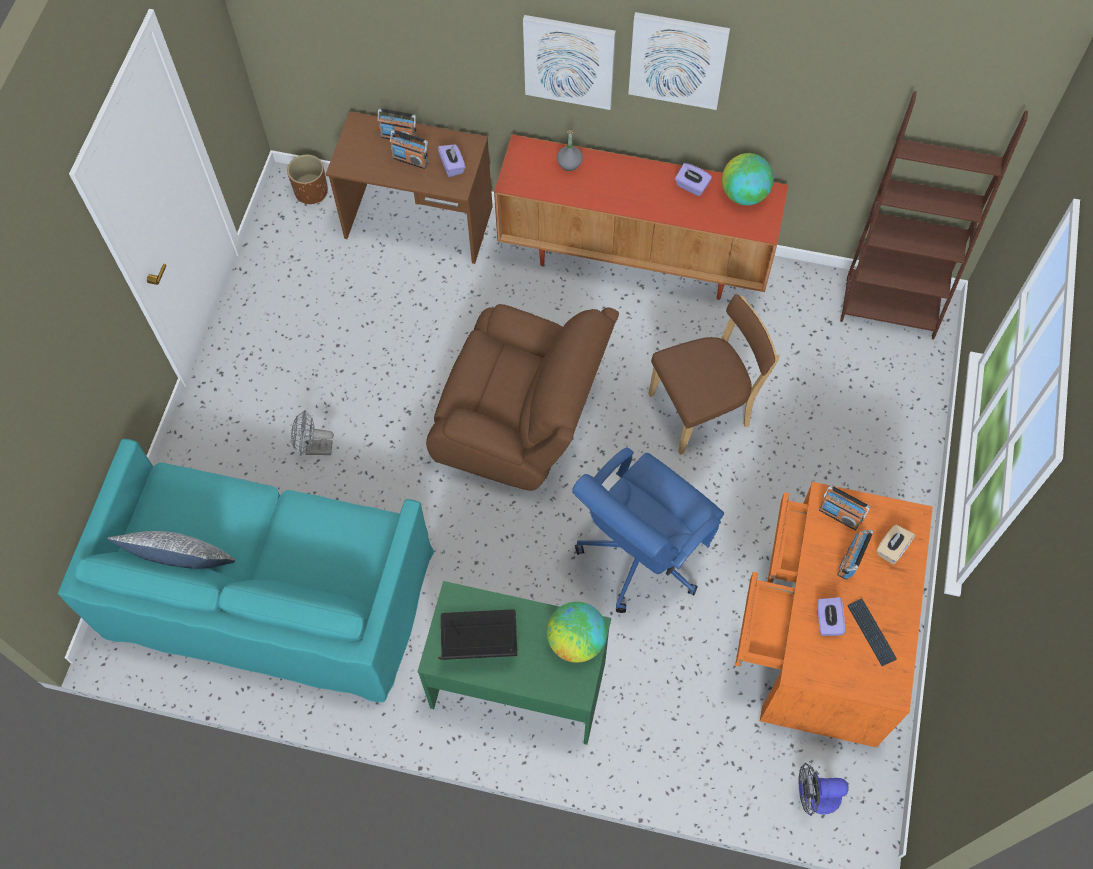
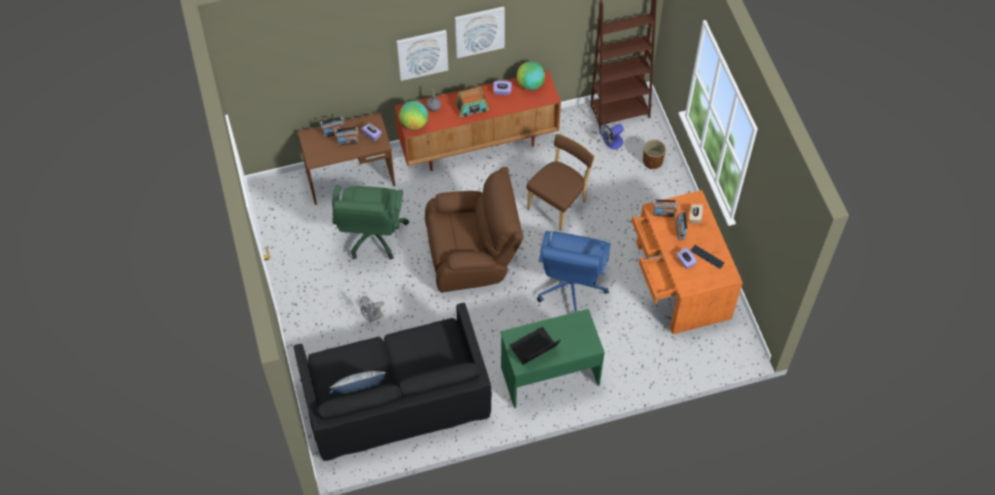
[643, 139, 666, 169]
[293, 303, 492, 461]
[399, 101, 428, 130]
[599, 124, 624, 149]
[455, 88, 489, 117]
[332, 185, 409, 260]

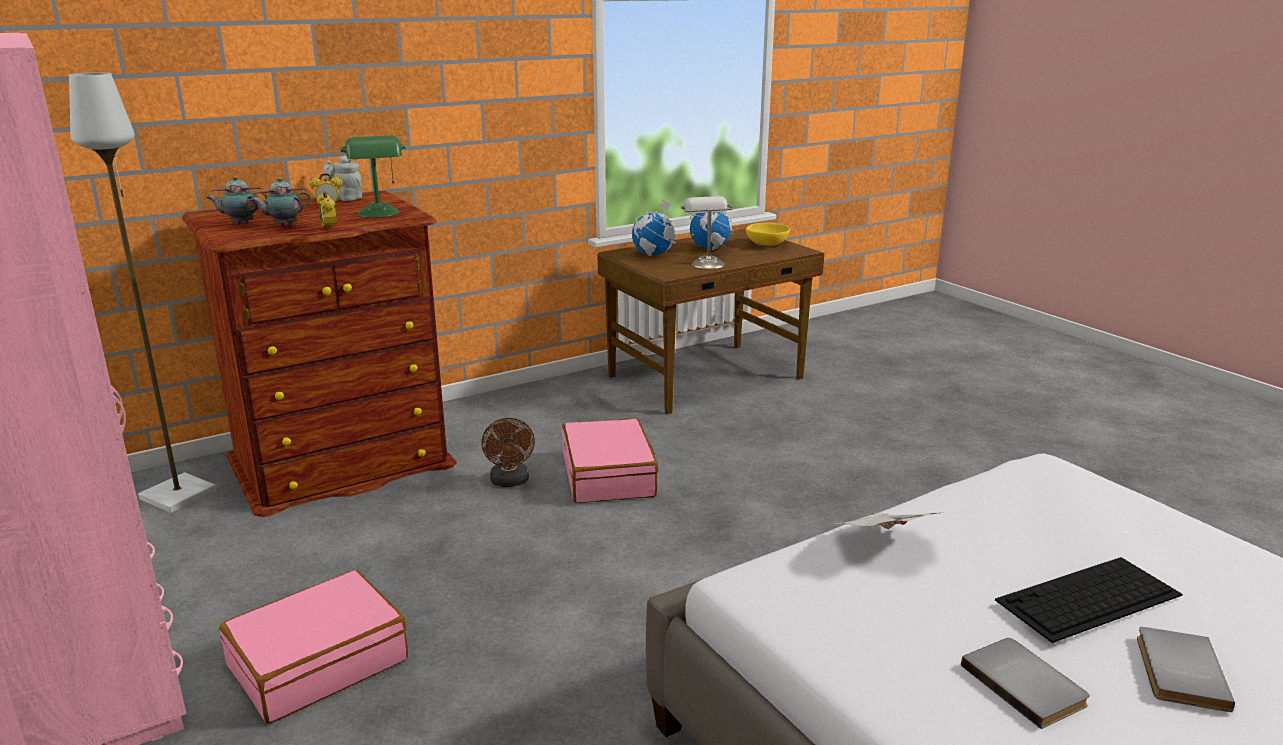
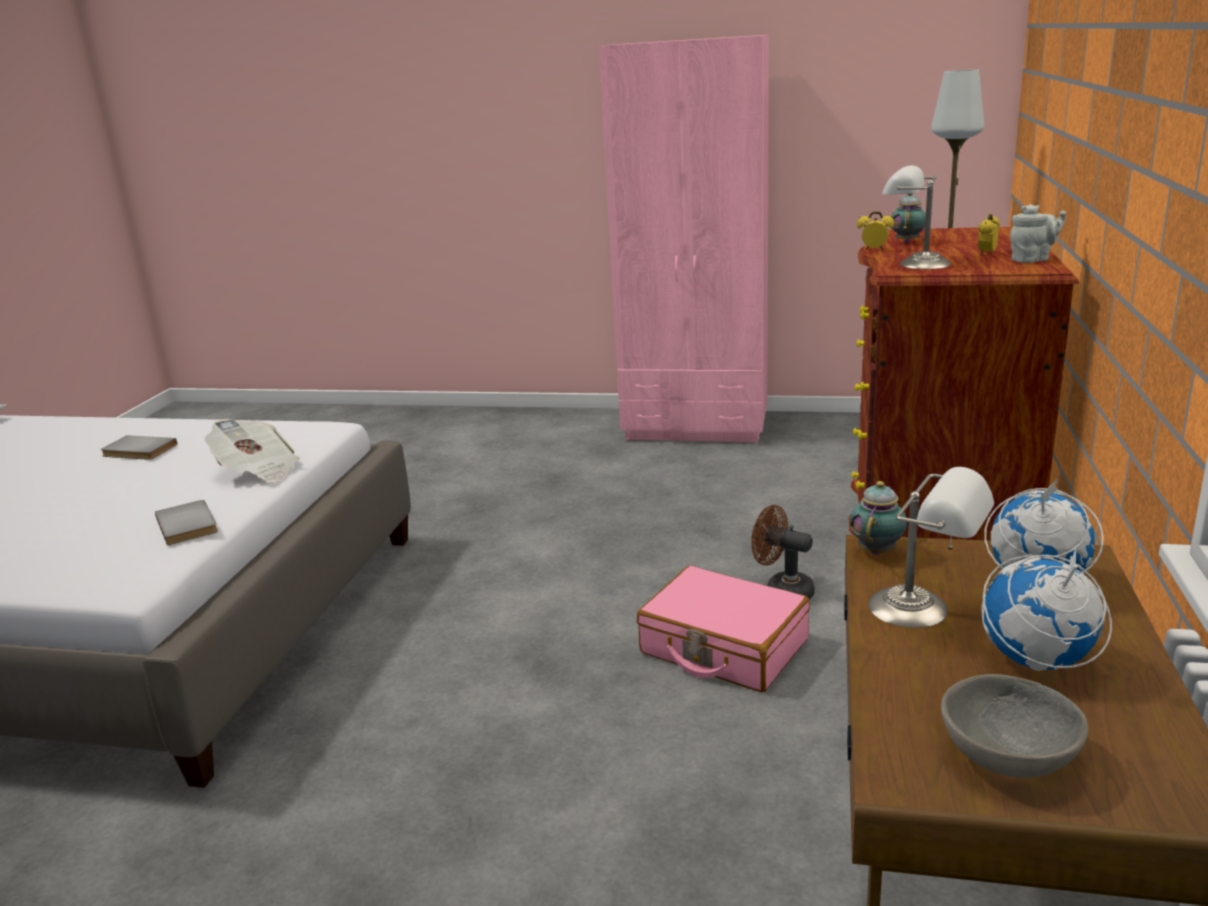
[882, 165, 951, 269]
[850, 481, 907, 555]
[941, 674, 1088, 778]
[995, 557, 1182, 643] (first image)
[219, 570, 408, 724] (first image)
[155, 500, 218, 546]

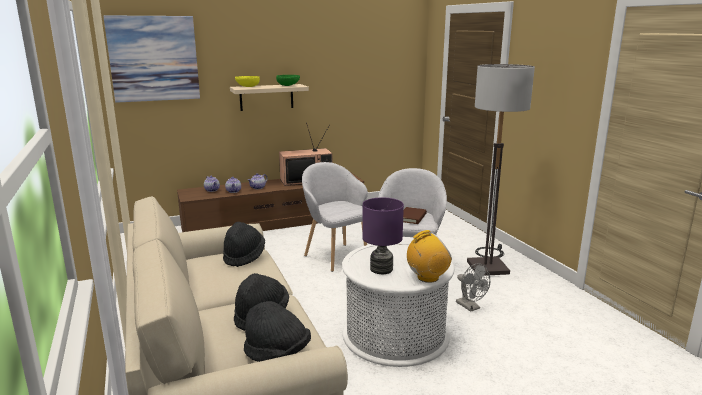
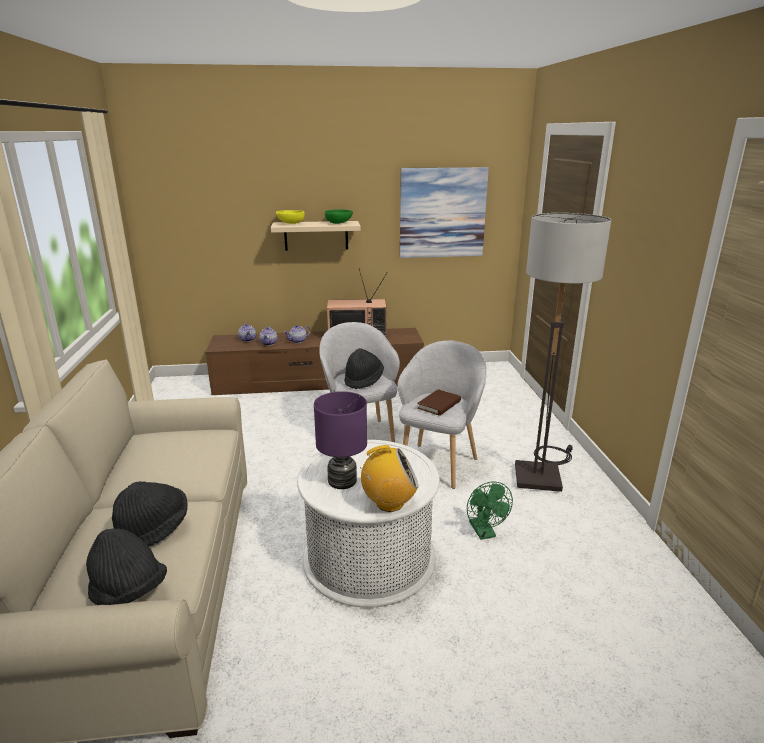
[400, 167, 489, 258]
[344, 348, 384, 389]
[467, 481, 513, 540]

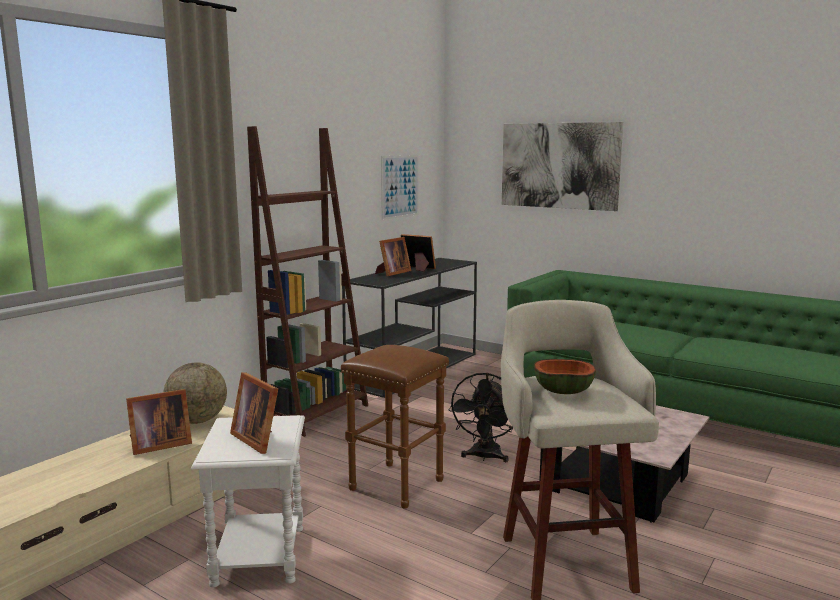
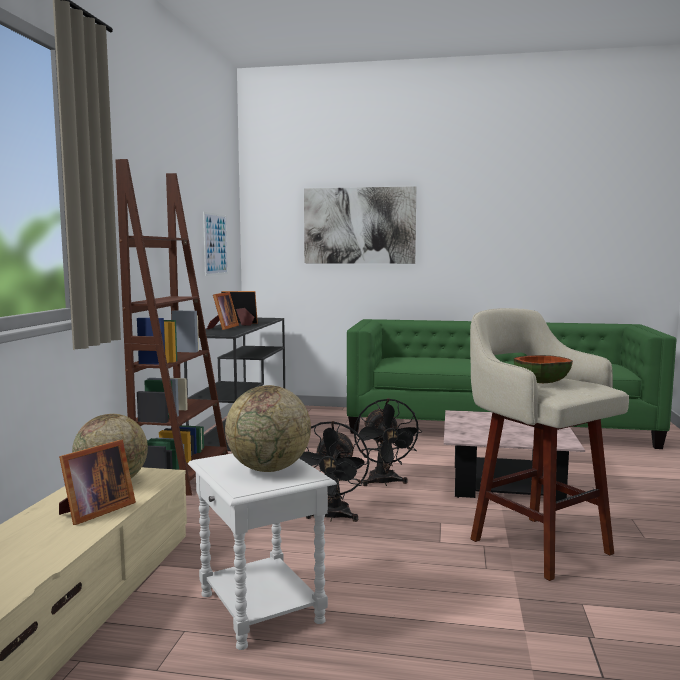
[299, 421, 369, 522]
[225, 385, 311, 472]

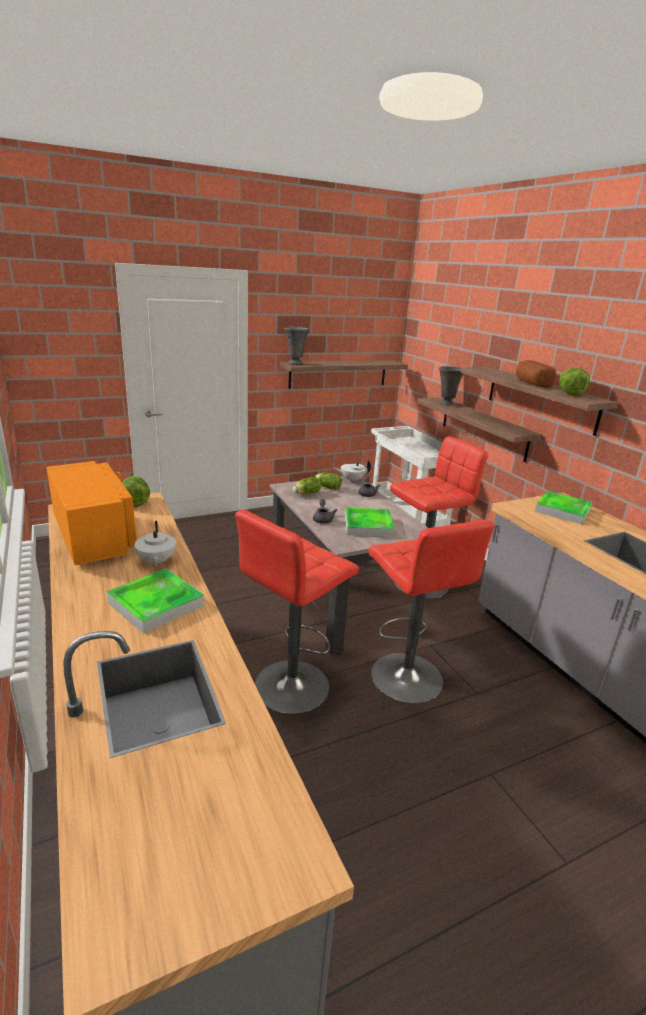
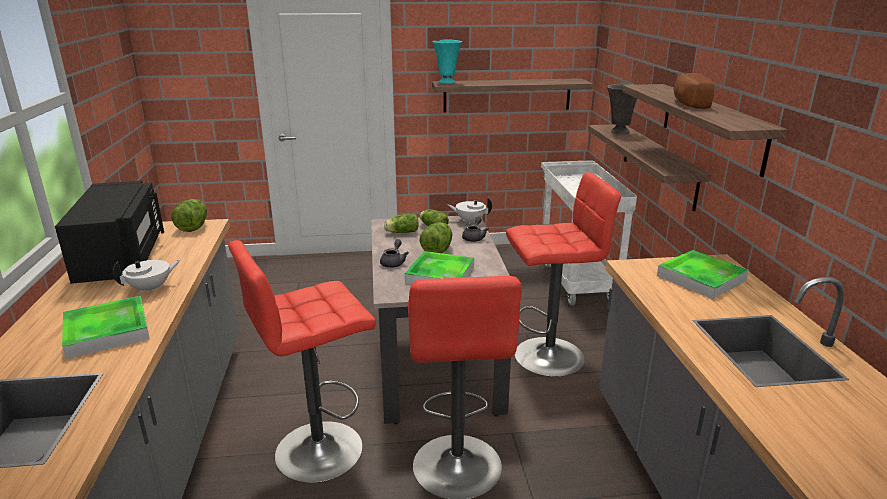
[433, 39, 462, 84]
[420, 222, 452, 253]
[55, 181, 164, 284]
[112, 260, 181, 293]

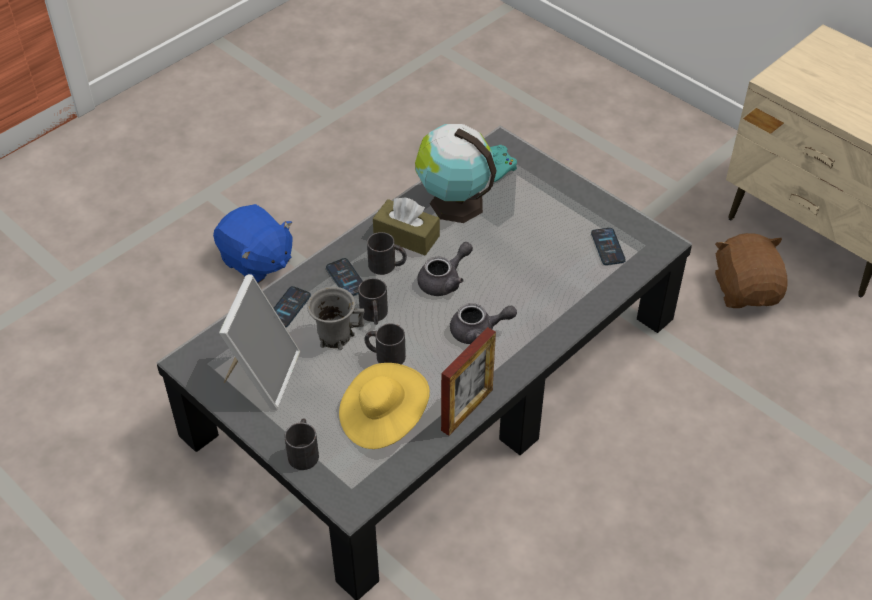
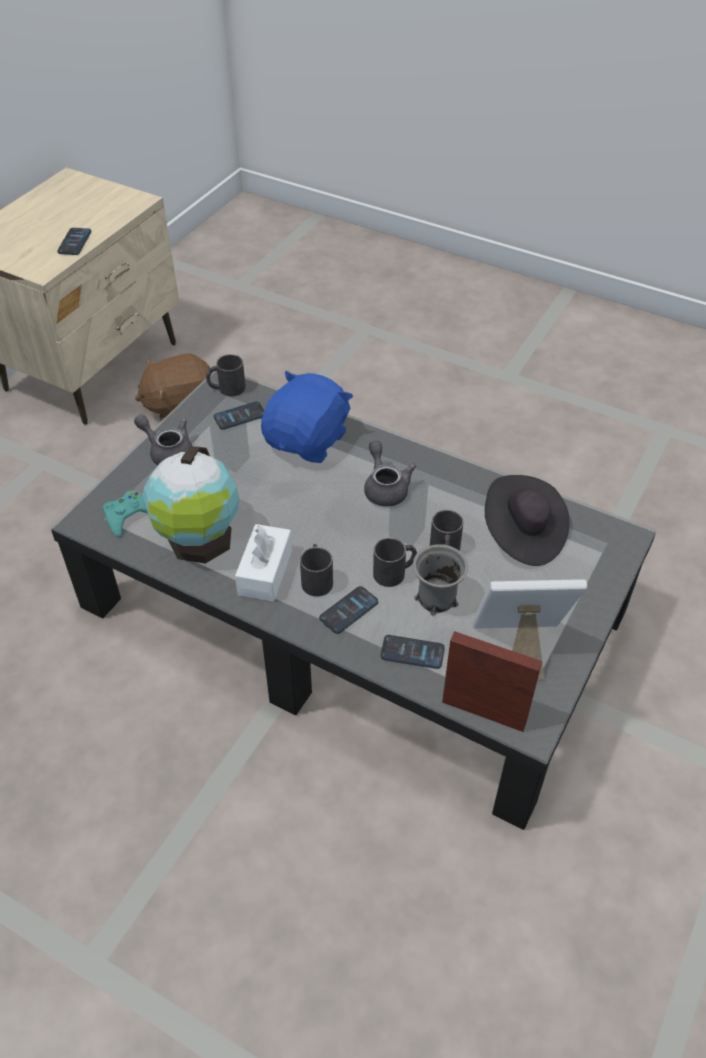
[235, 524, 292, 602]
[261, 371, 353, 463]
[134, 414, 193, 465]
[442, 631, 542, 732]
[485, 475, 569, 566]
[206, 354, 246, 396]
[57, 228, 91, 255]

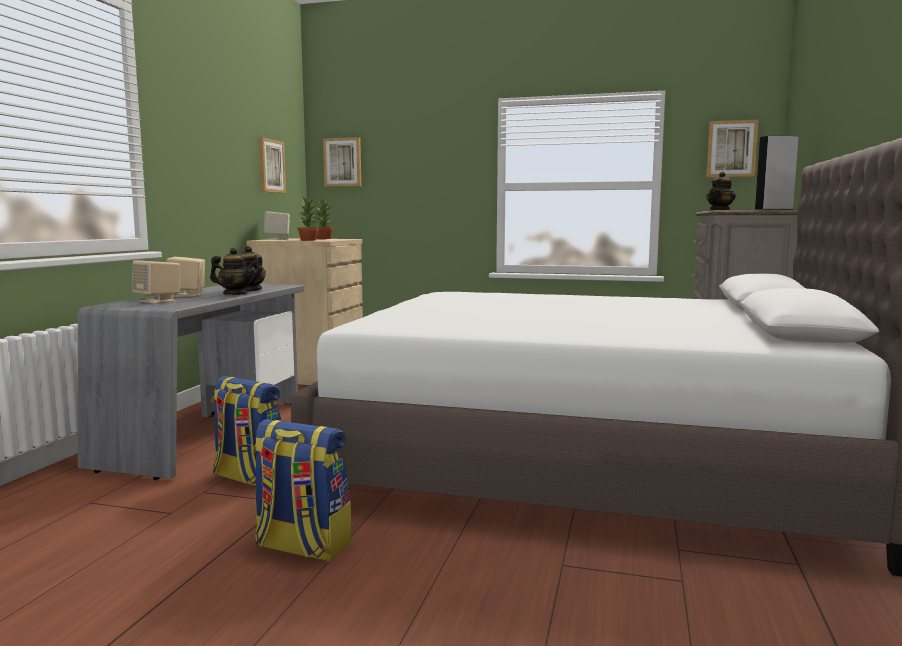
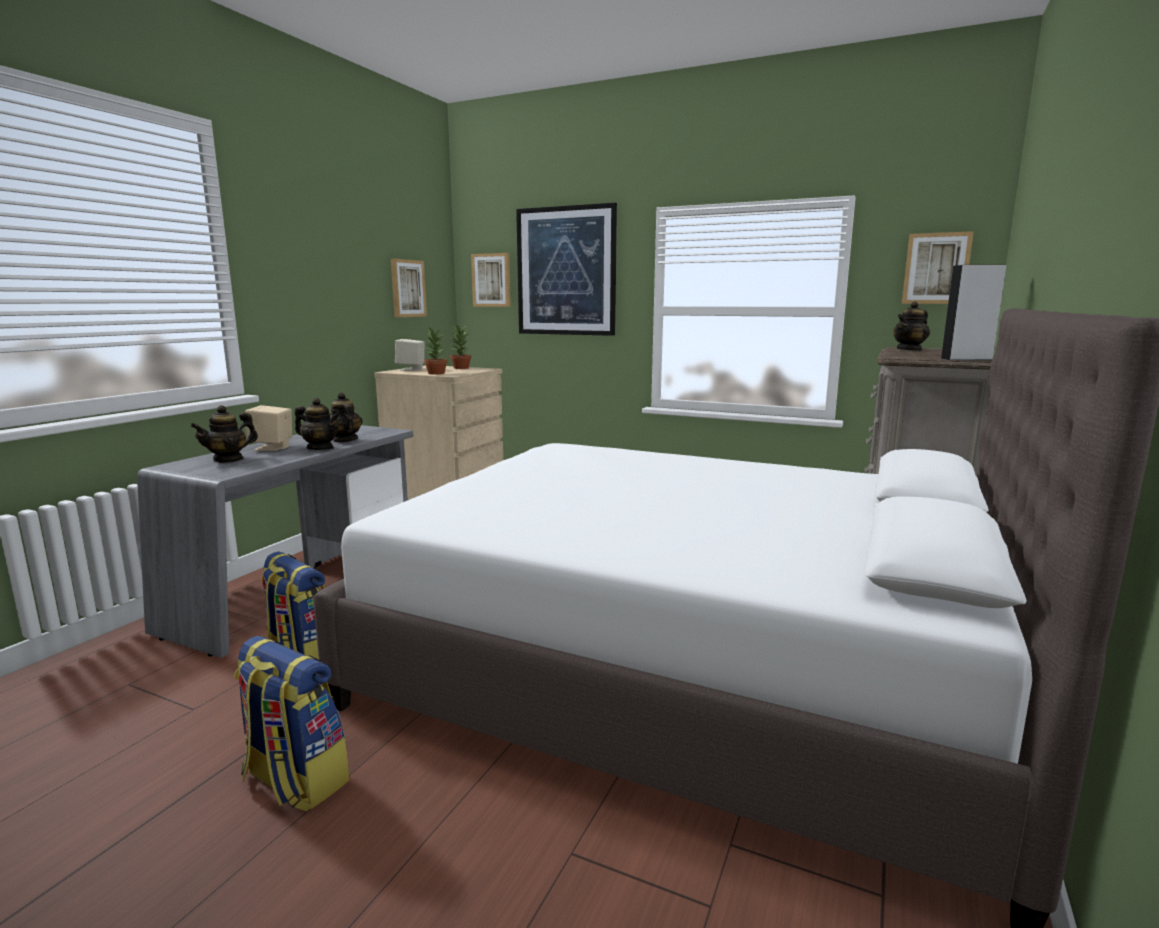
[190, 405, 258, 463]
[516, 203, 617, 336]

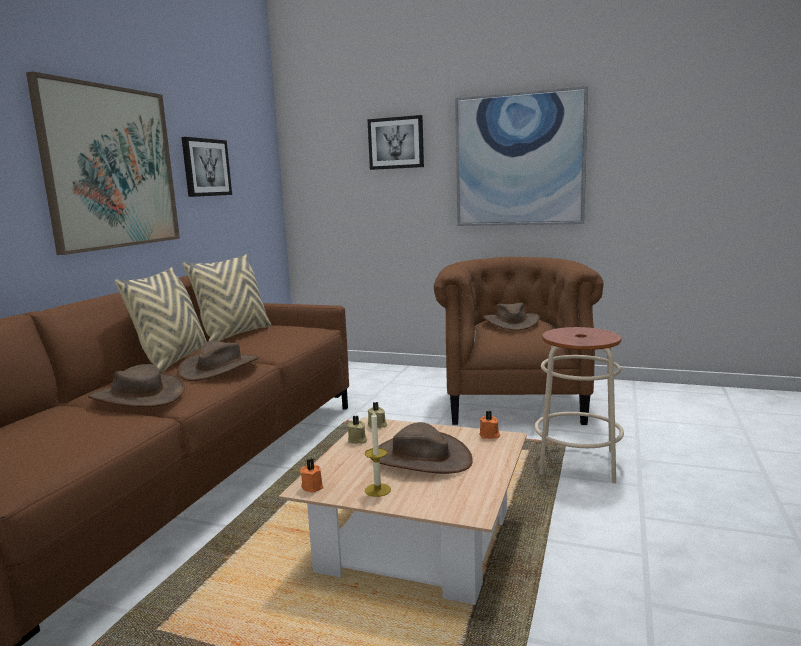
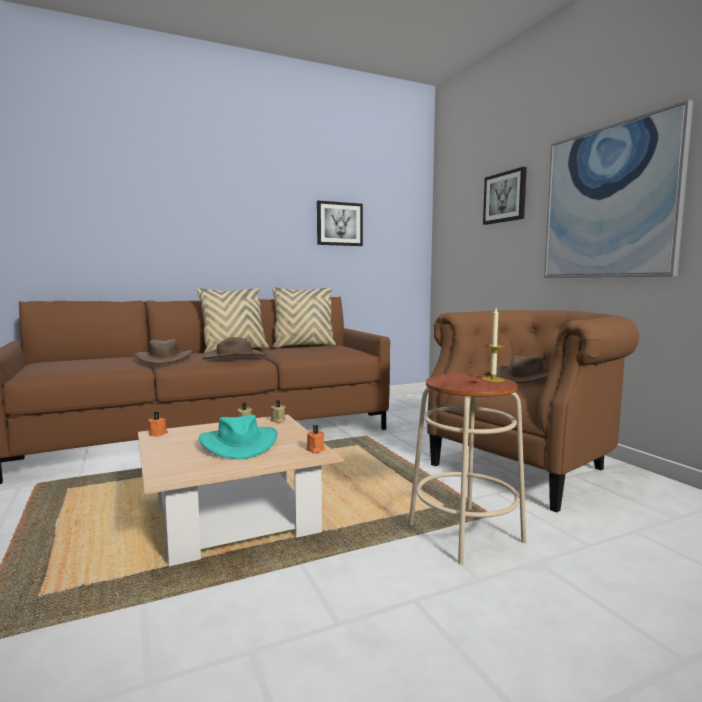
[26, 71, 180, 255] (first image)
[482, 308, 505, 382]
[199, 415, 278, 459]

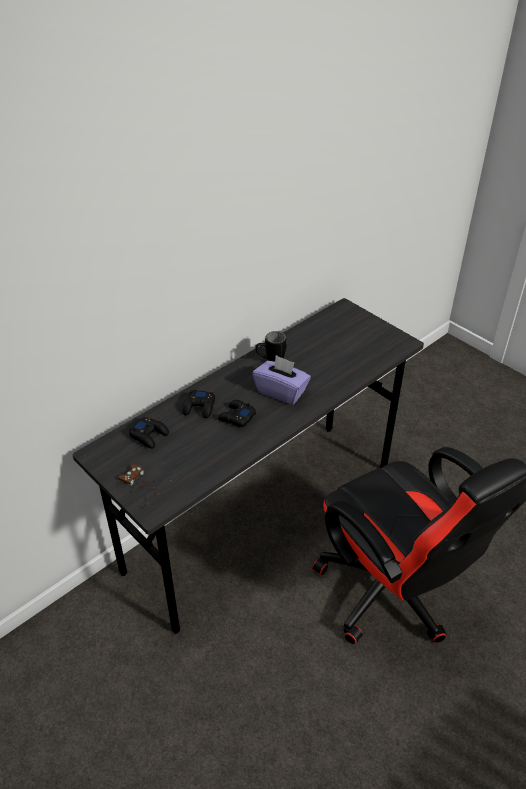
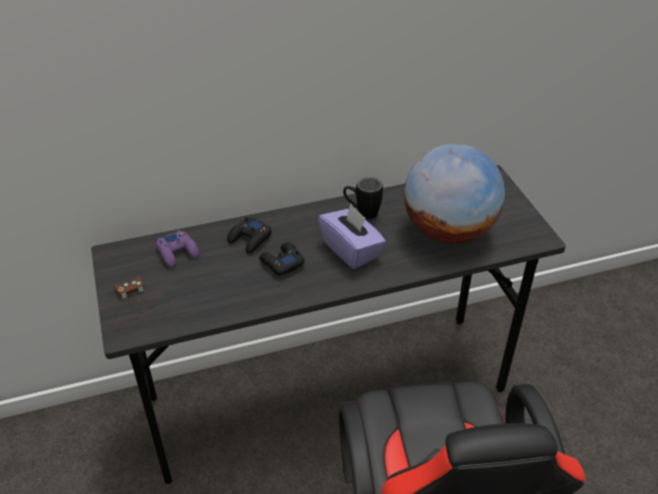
[156, 230, 199, 267]
[404, 144, 505, 244]

